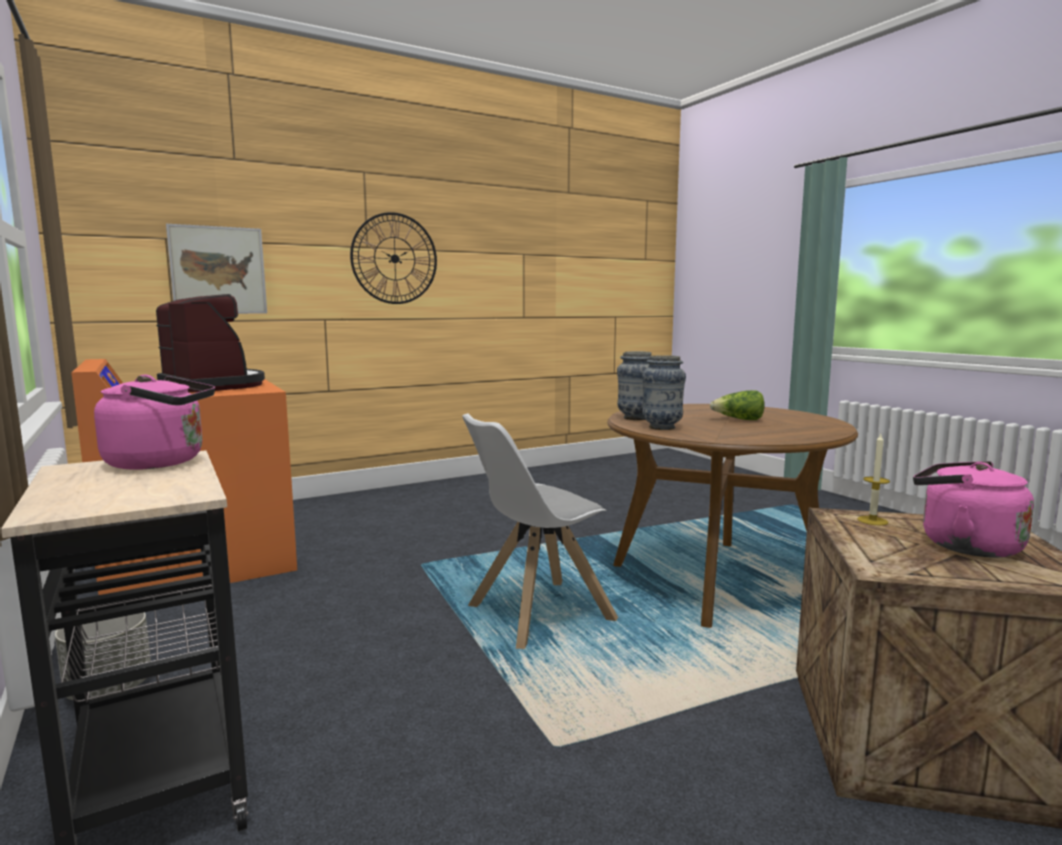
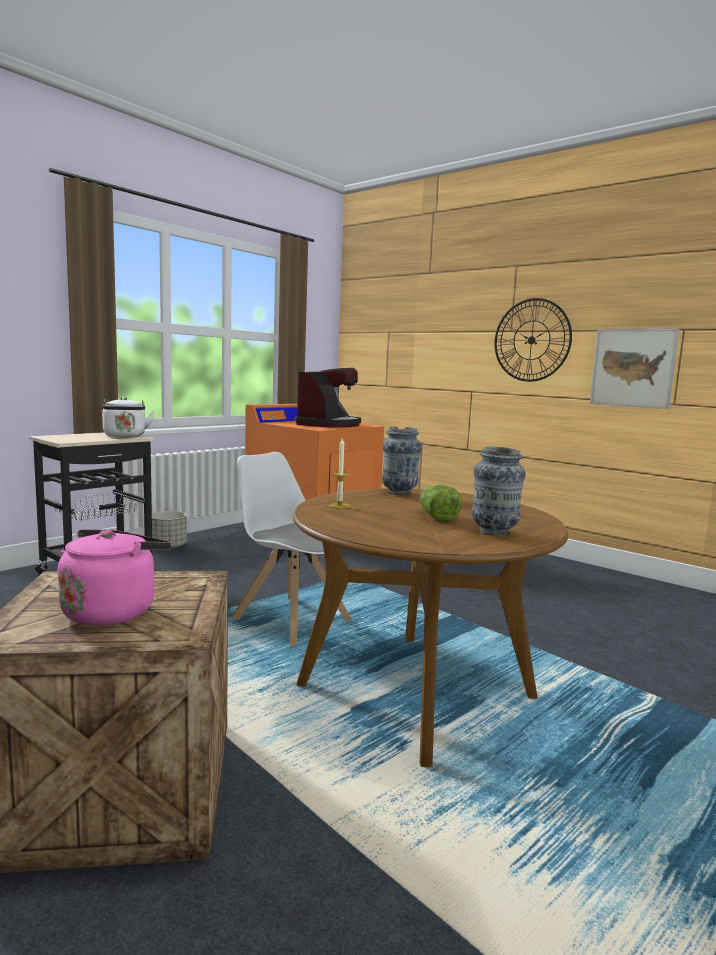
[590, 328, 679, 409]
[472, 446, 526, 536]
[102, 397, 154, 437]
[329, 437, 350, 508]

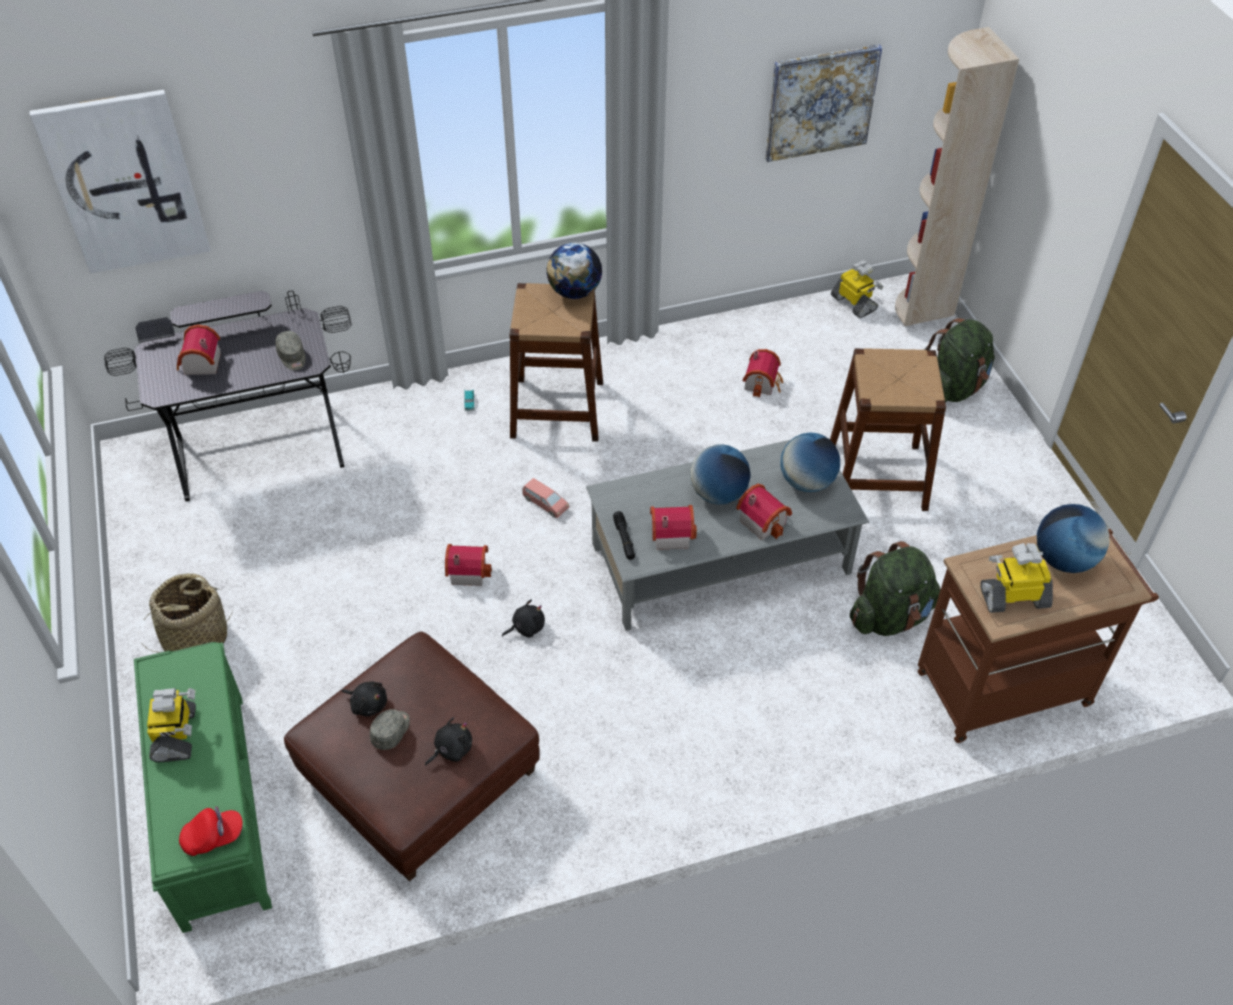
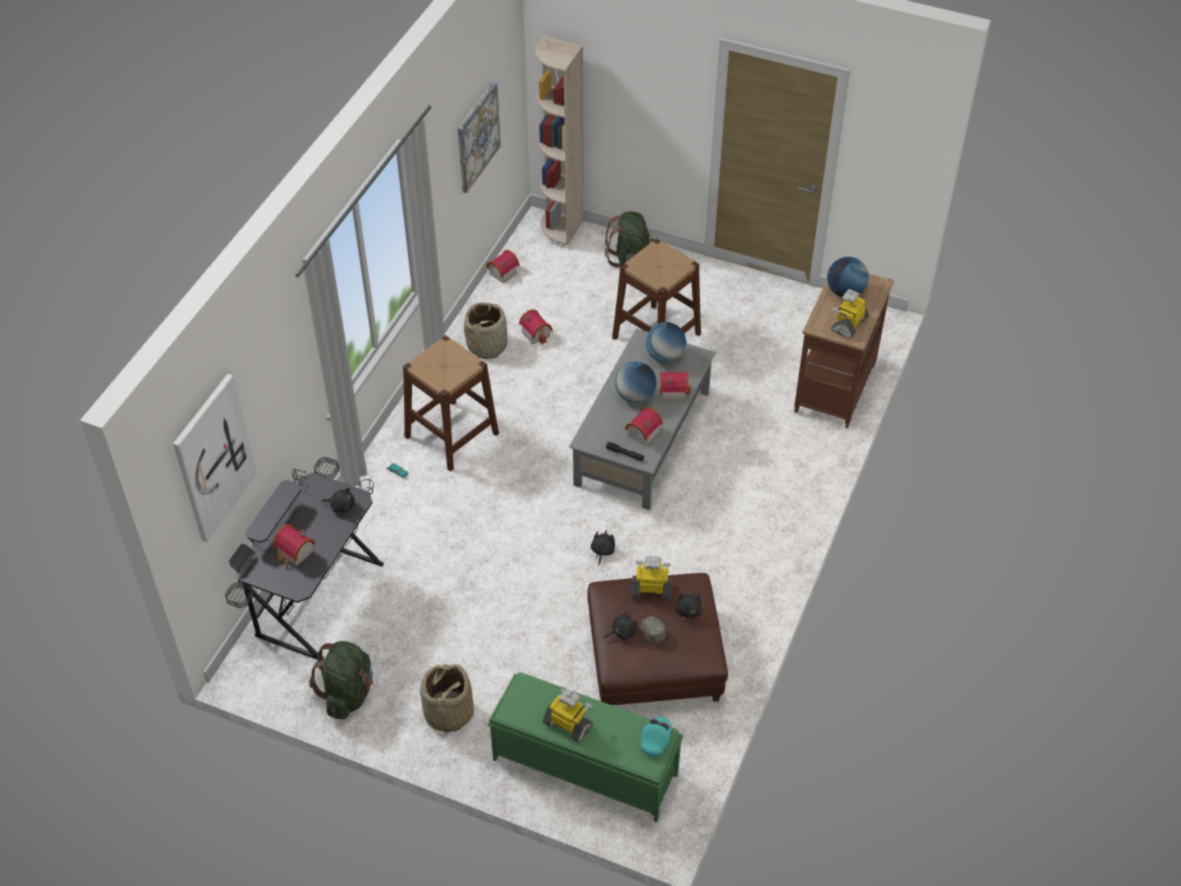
[546, 243, 602, 299] (first image)
[631, 556, 672, 600]
[321, 488, 355, 513]
[522, 478, 569, 518] (first image)
[309, 641, 373, 719]
[486, 250, 520, 284]
[640, 717, 672, 757]
[464, 302, 507, 359]

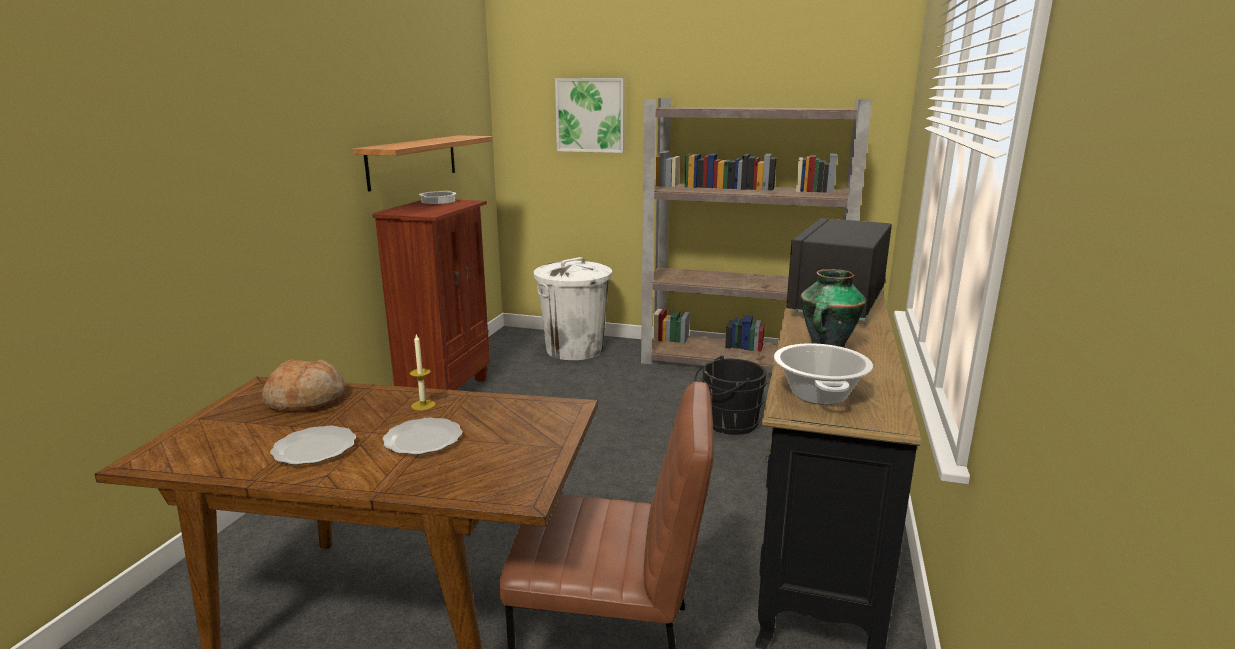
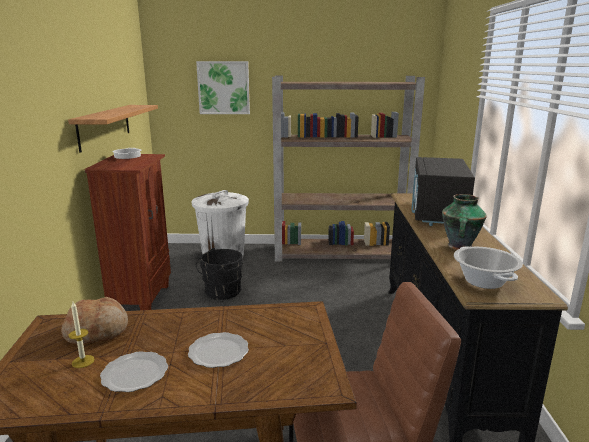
[68, 302, 95, 368]
[196, 248, 243, 300]

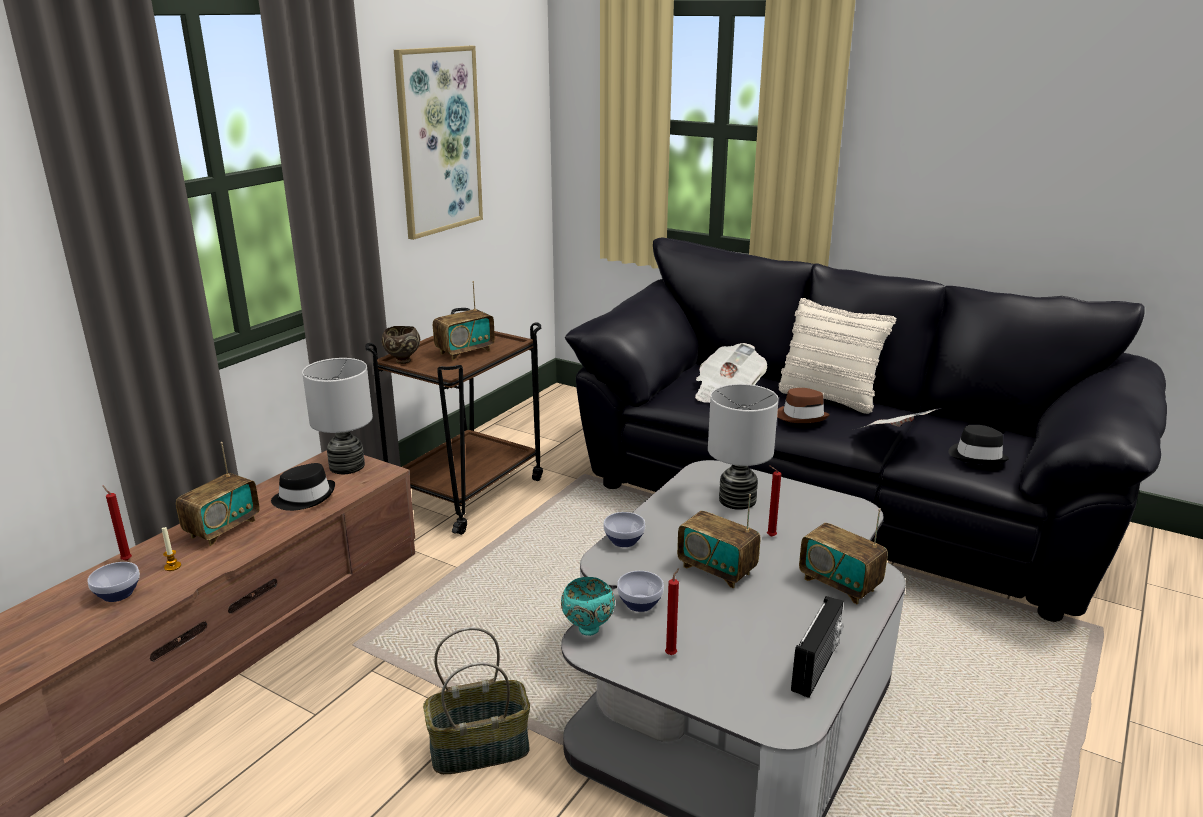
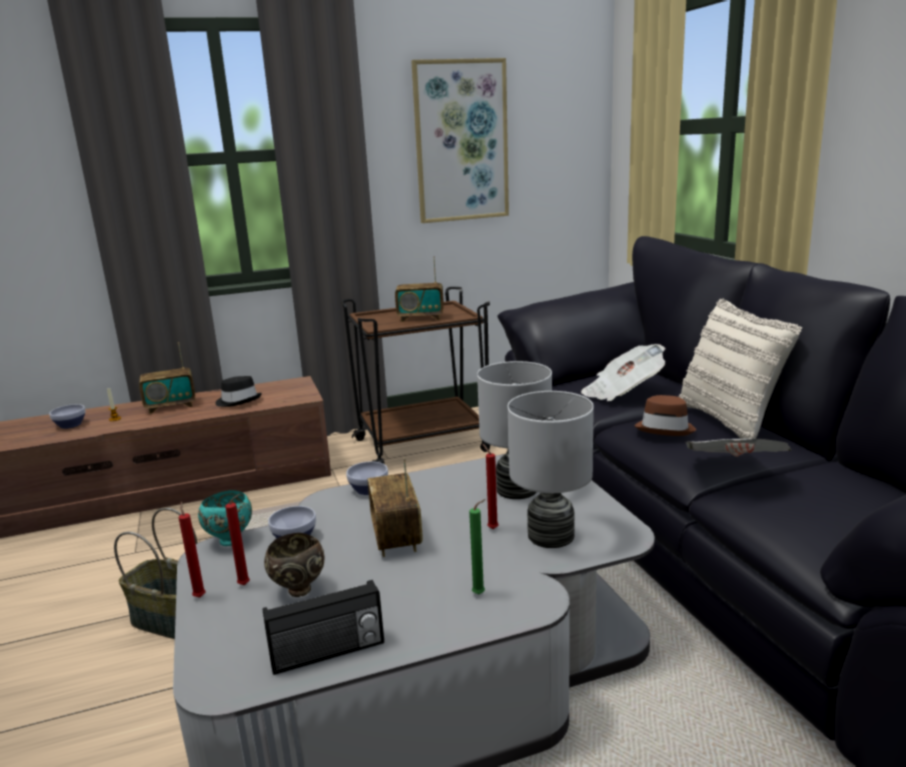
[264, 533, 325, 597]
[508, 391, 594, 548]
[948, 425, 1009, 465] (first image)
[178, 502, 206, 598]
[469, 499, 486, 595]

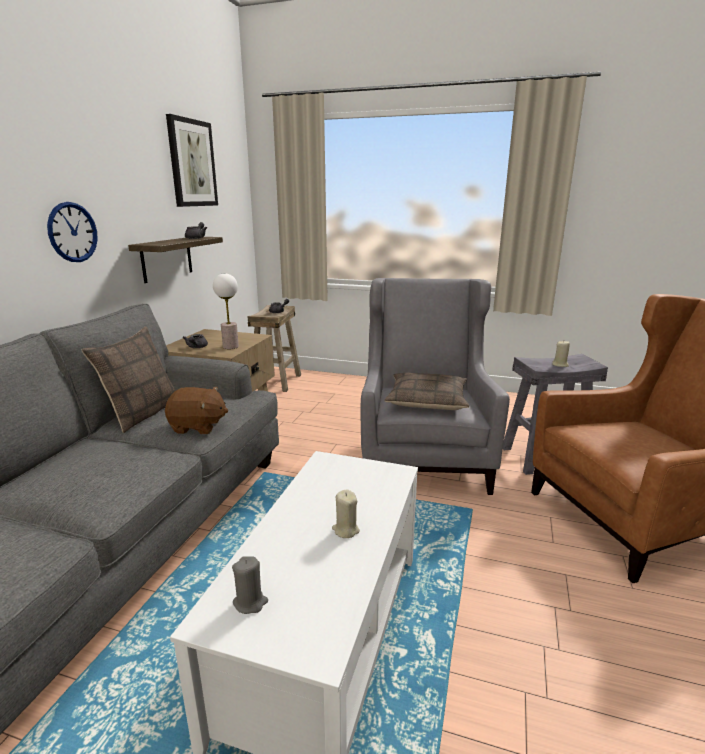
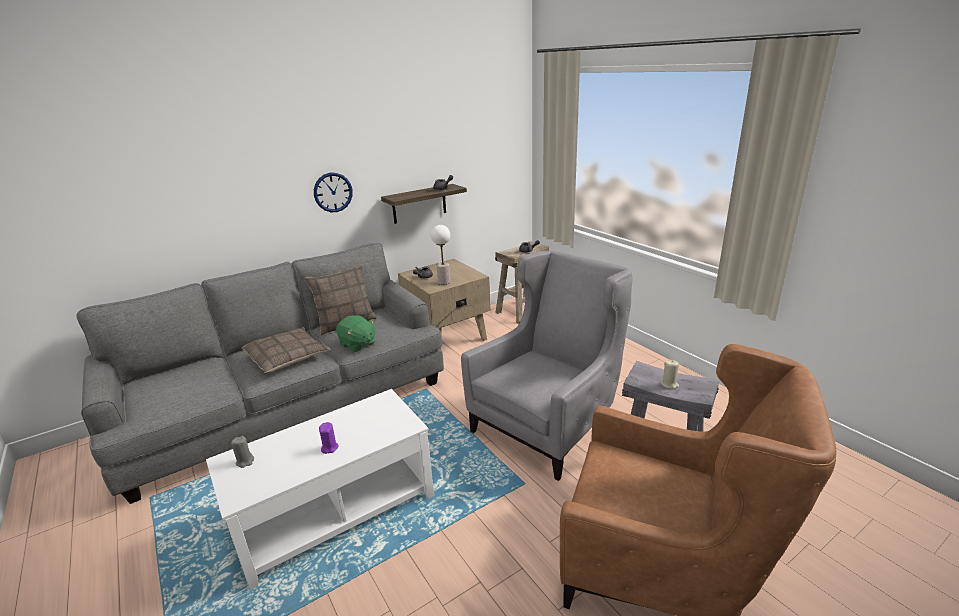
[166, 114, 218, 207] (first image)
[242, 327, 330, 373]
[336, 315, 375, 352]
[319, 422, 338, 454]

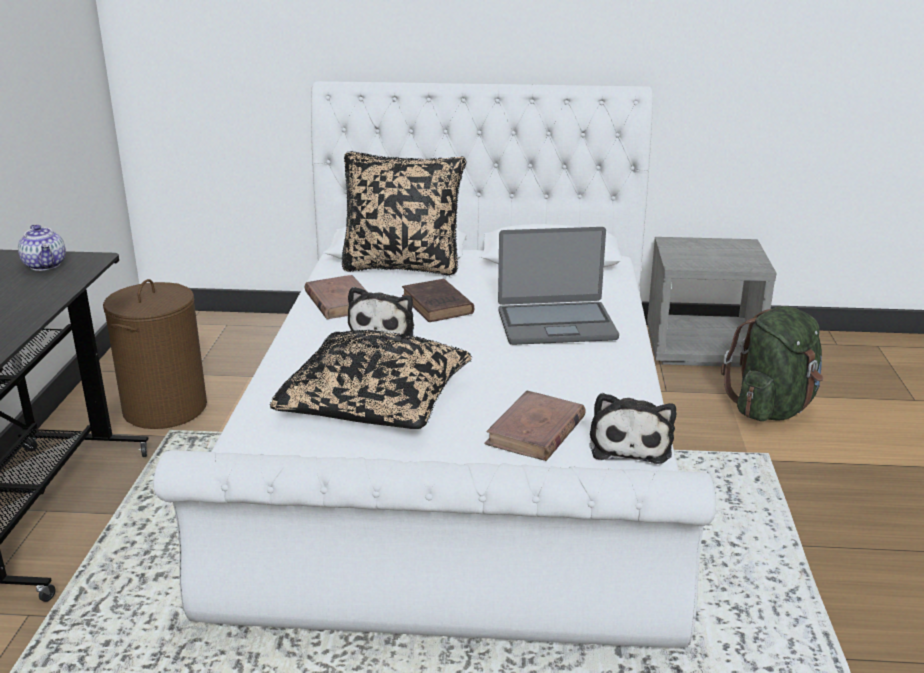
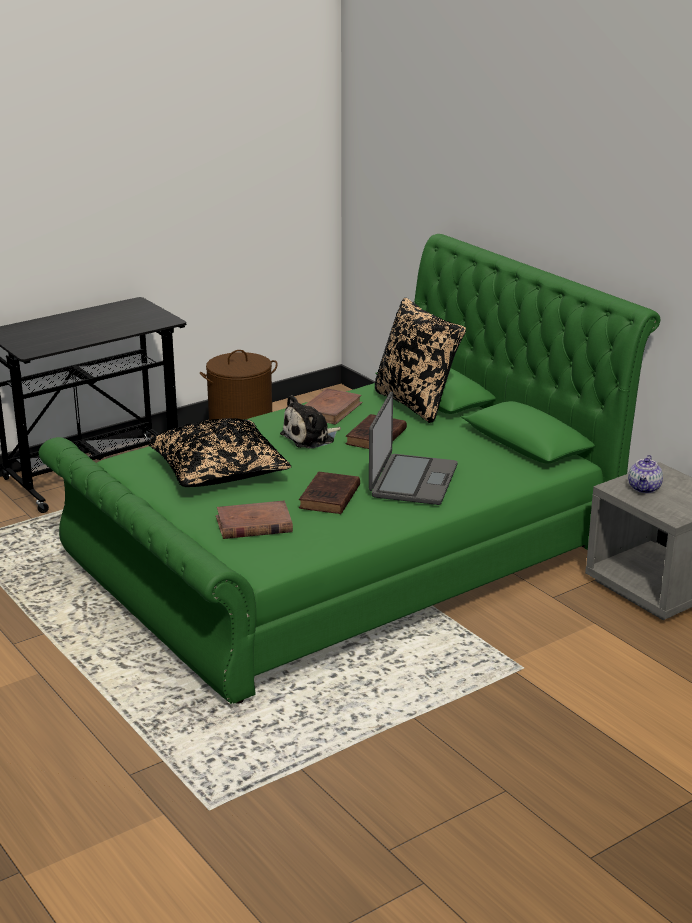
[38, 234, 661, 704]
[628, 455, 663, 493]
[369, 392, 457, 505]
[721, 306, 823, 421] (first image)
[589, 393, 676, 464] (first image)
[299, 472, 360, 514]

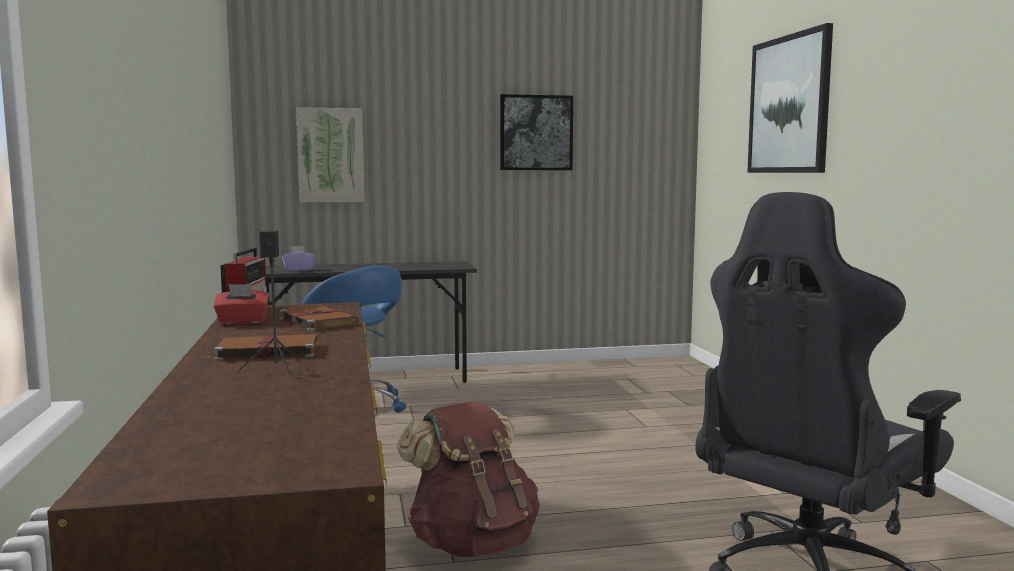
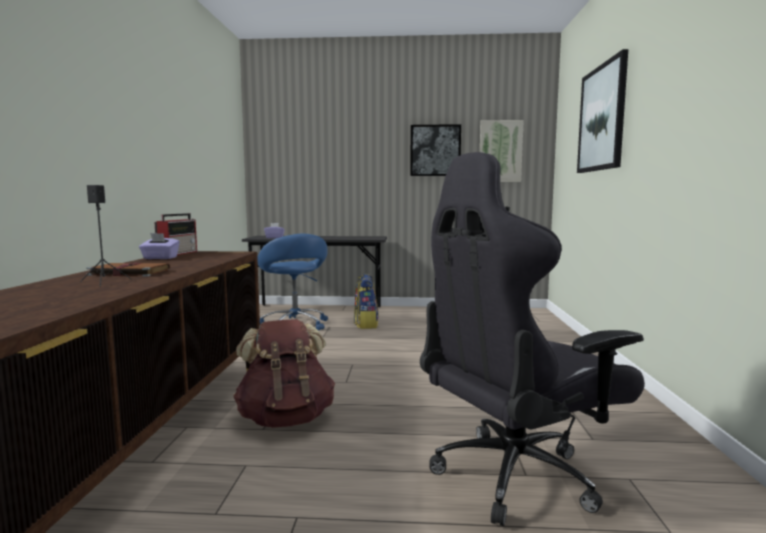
[480, 120, 524, 182]
[139, 233, 180, 259]
[279, 306, 359, 331] (first image)
[354, 274, 379, 329]

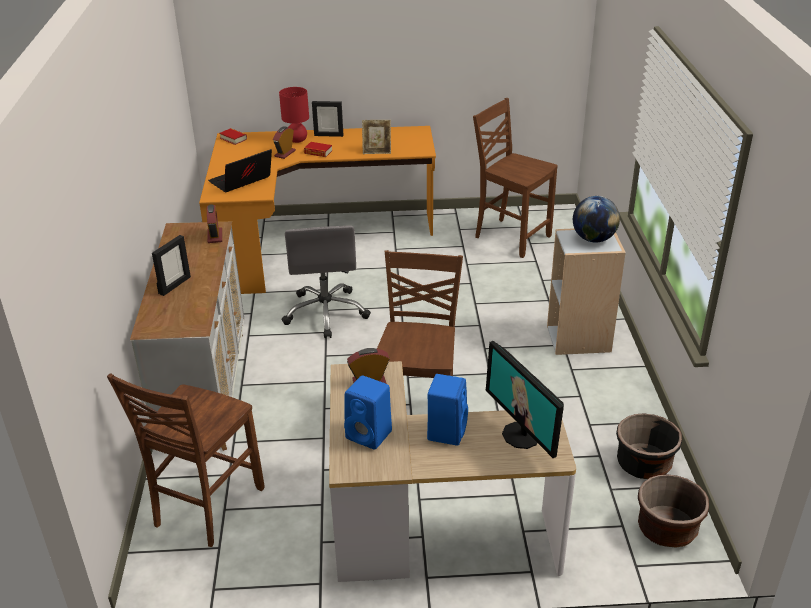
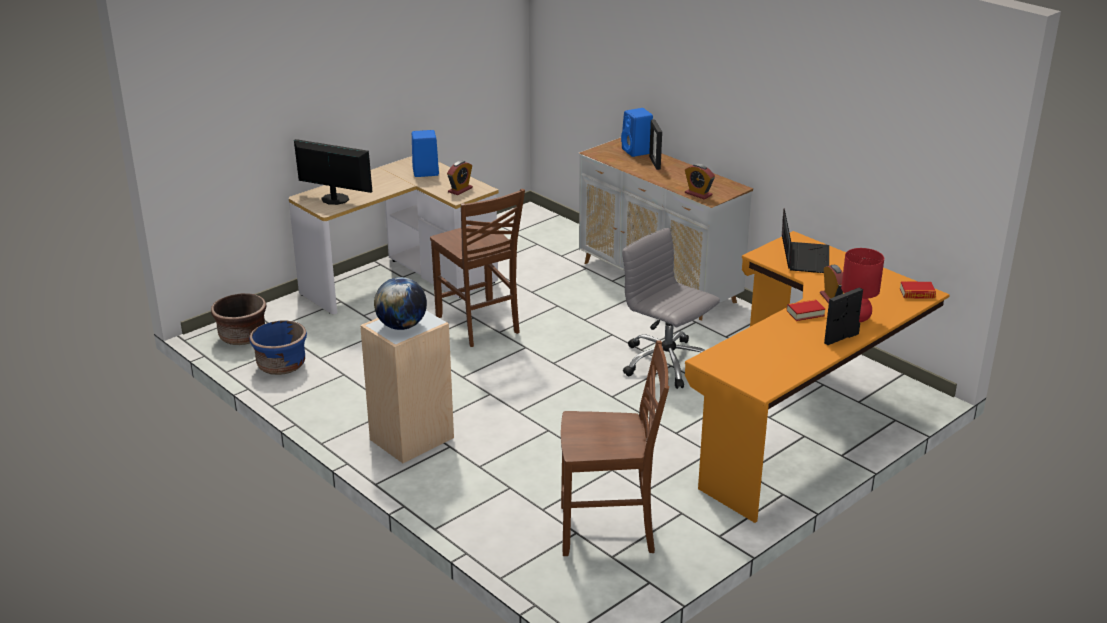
[362, 120, 391, 154] (first image)
[107, 373, 265, 547] (first image)
[621, 108, 653, 157]
[249, 321, 307, 375]

